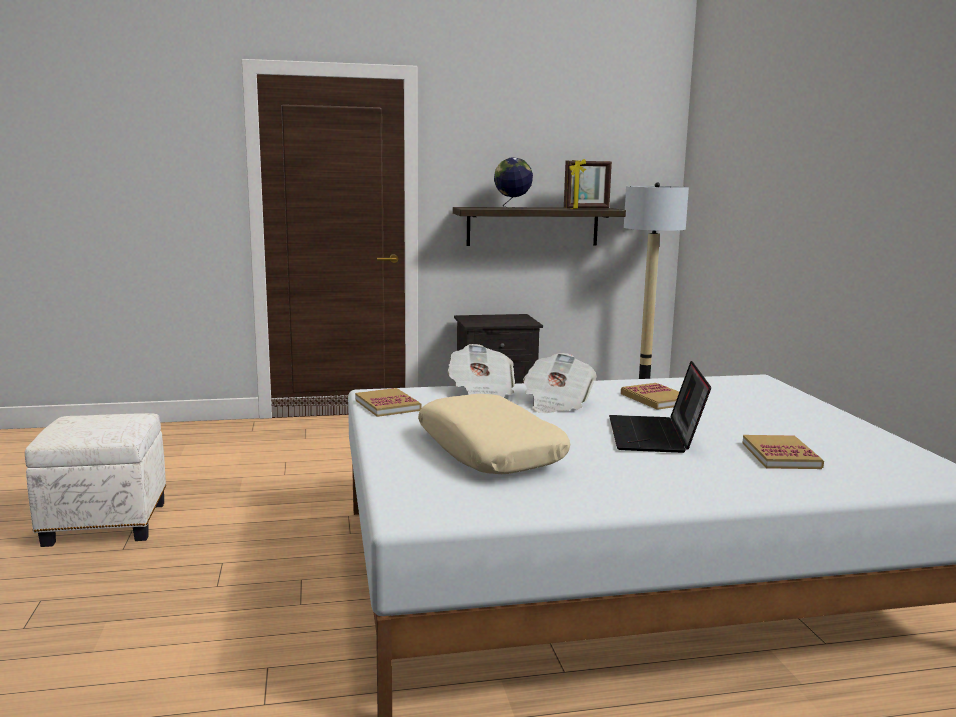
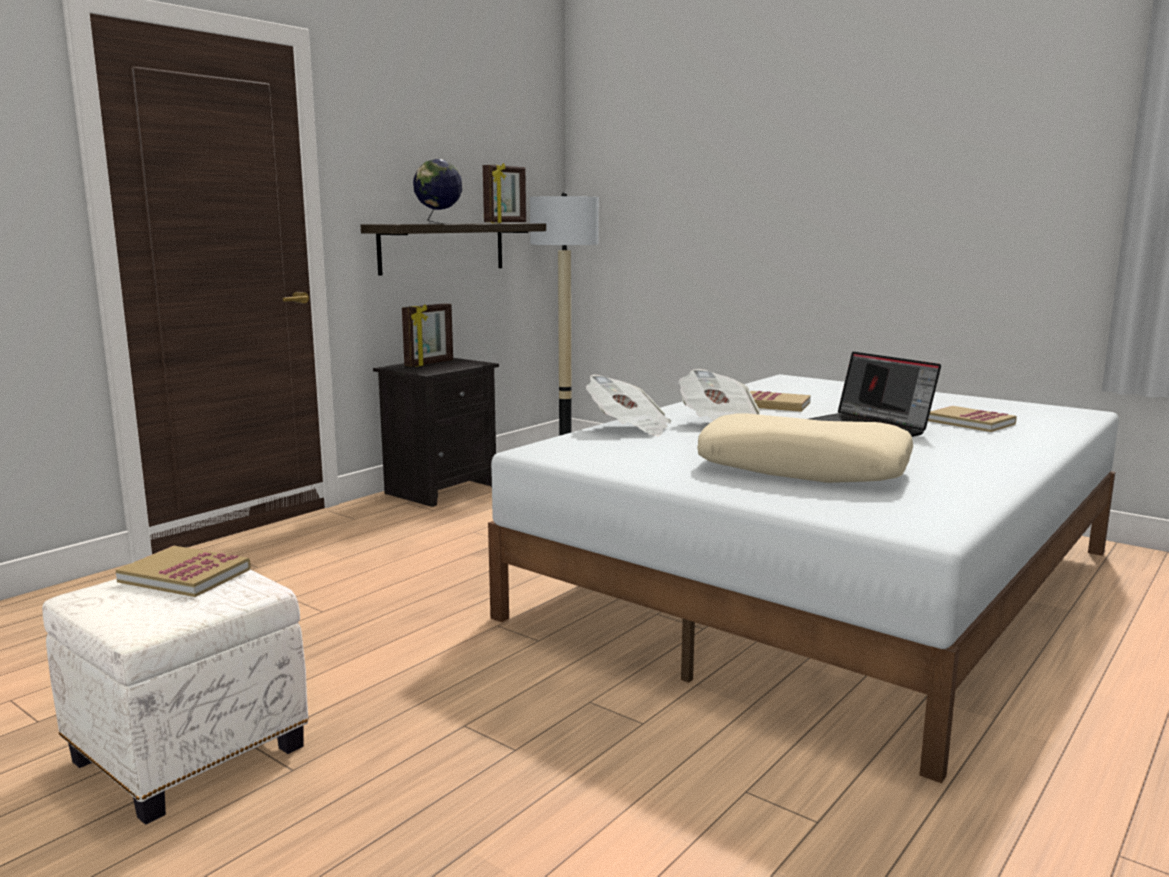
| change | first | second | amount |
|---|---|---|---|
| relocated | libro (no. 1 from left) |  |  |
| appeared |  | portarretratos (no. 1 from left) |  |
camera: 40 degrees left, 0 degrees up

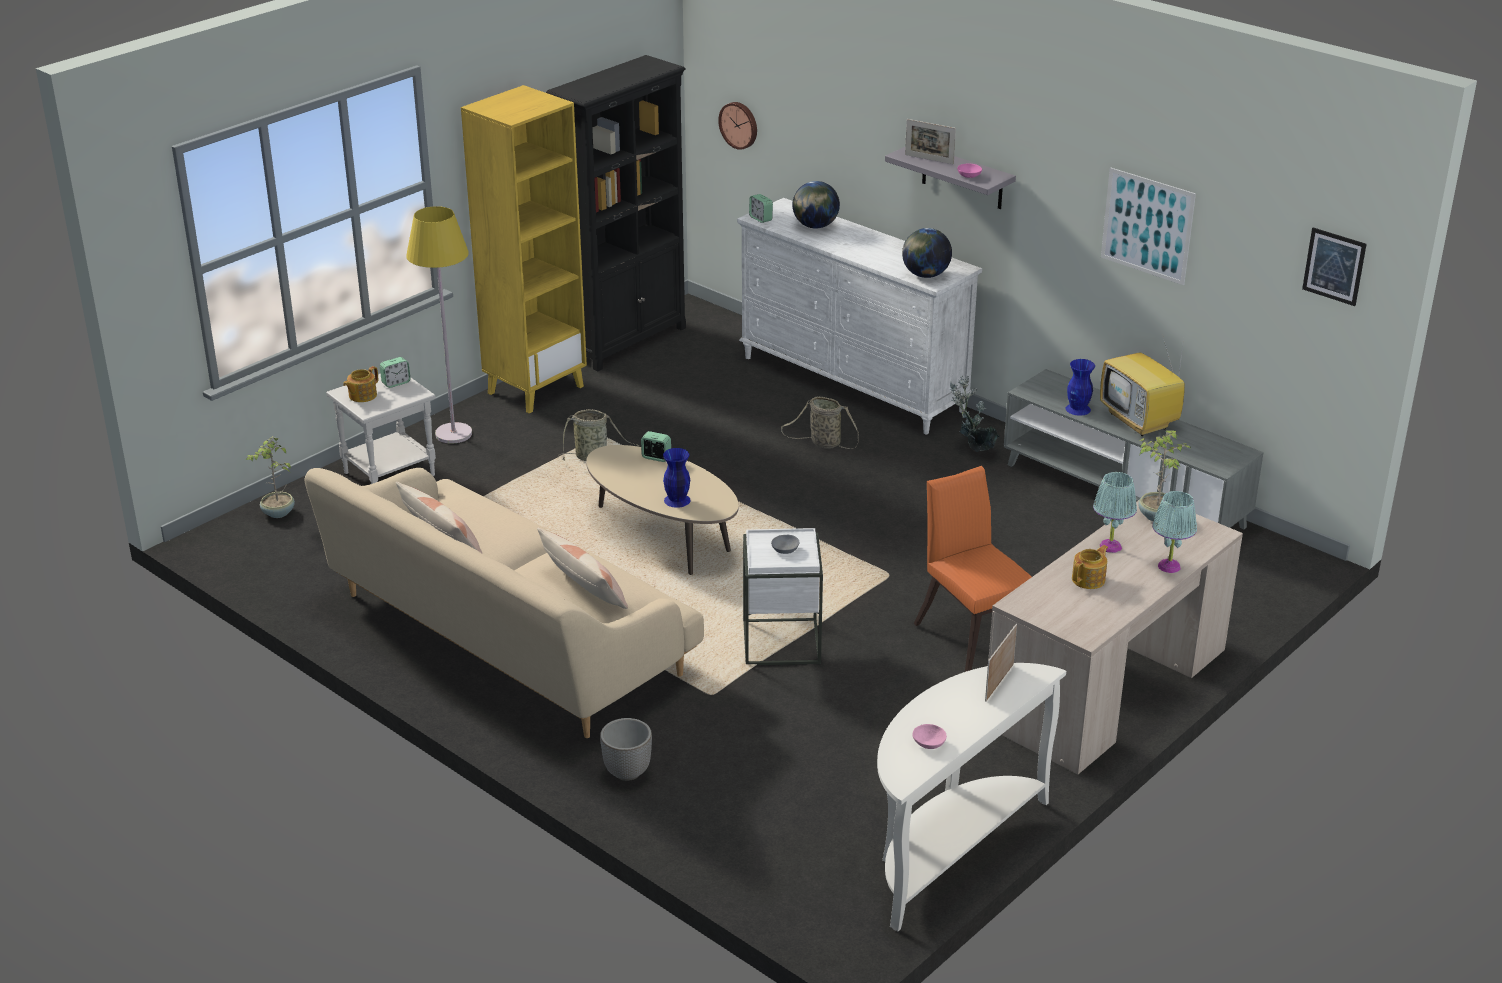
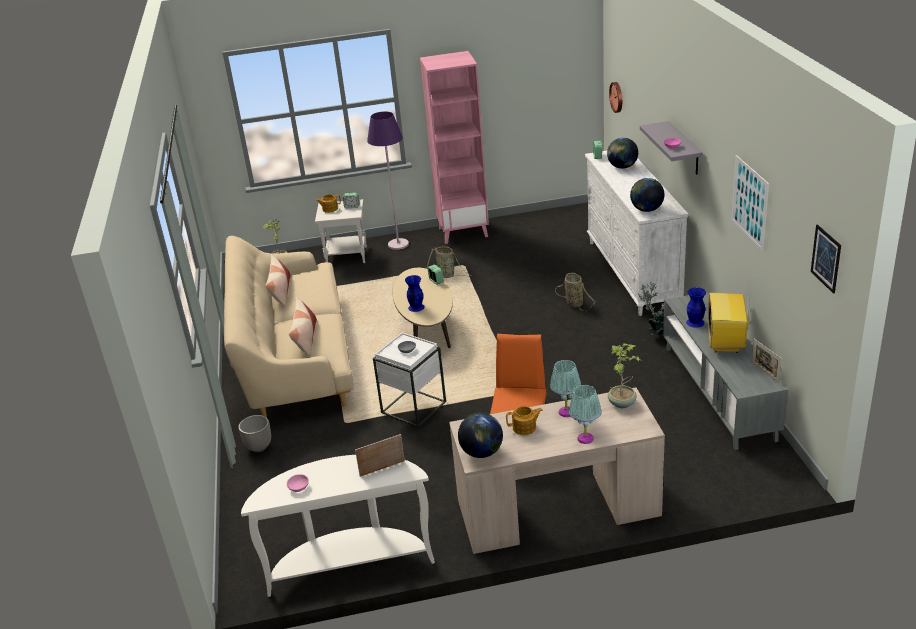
| change | first | second | amount |
|---|---|---|---|
| missing | estantería [negro] |  |  |
| colour | estantería [amarillo] | estantería [rosa] |  |
| relocated | portarretratos (no. 1 from left in the first image) | portarretratos (no. 2 from left) |  |
| colour | lámpara de pie [amarillo] | lámpara de pie [morado] |  |
| appeared |  | globo terráqueo (no. 1 from left) |  |
camera: 40 degrees right, 0 degrees up

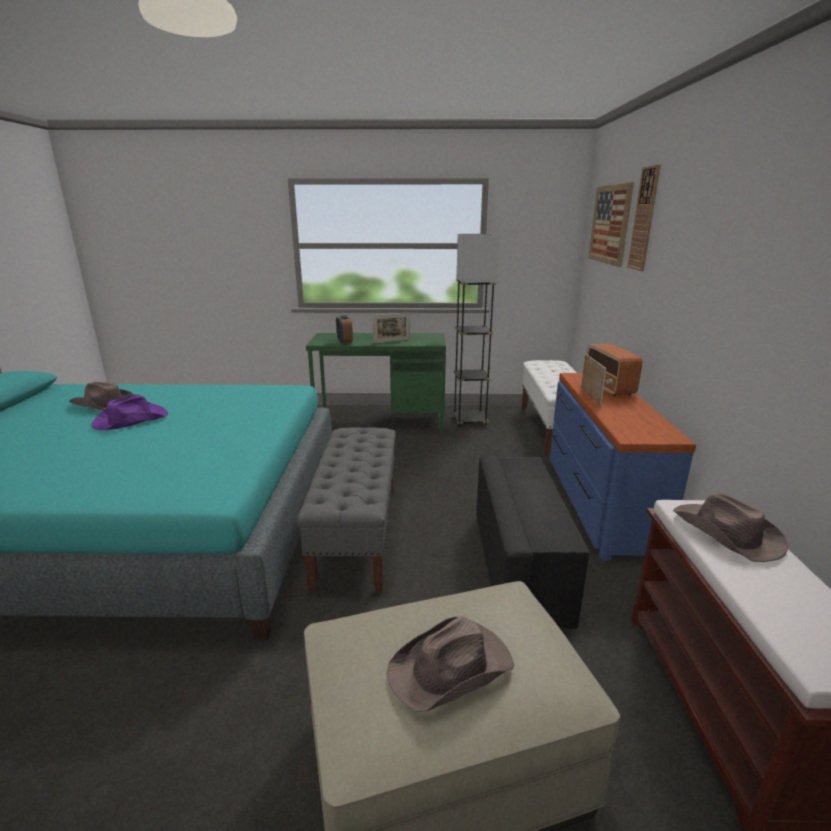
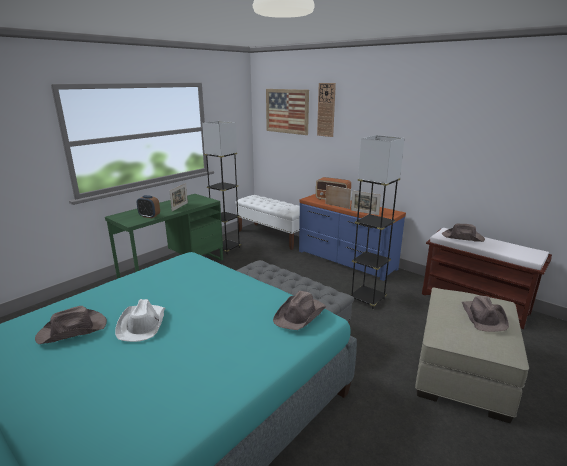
| change | first | second | amount |
|---|---|---|---|
| colour | sombrero [morado] | sombrero [blanco] |  |
| exchanged | puf [negro] | lámpara de pie [gris] (no. 2 from left) |  |
| appeared |  | portarretratos (no. 3 from left) |  |
| appeared |  | sombrero [marrón] (no. 2 from left) |  |
camera: 50 degrees left, 0 degrees up

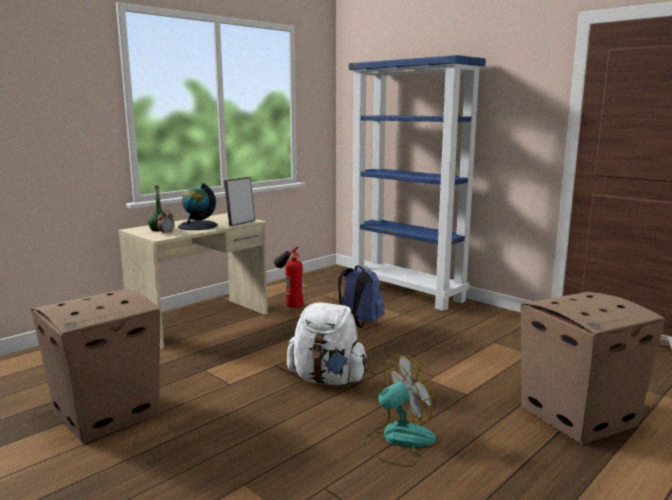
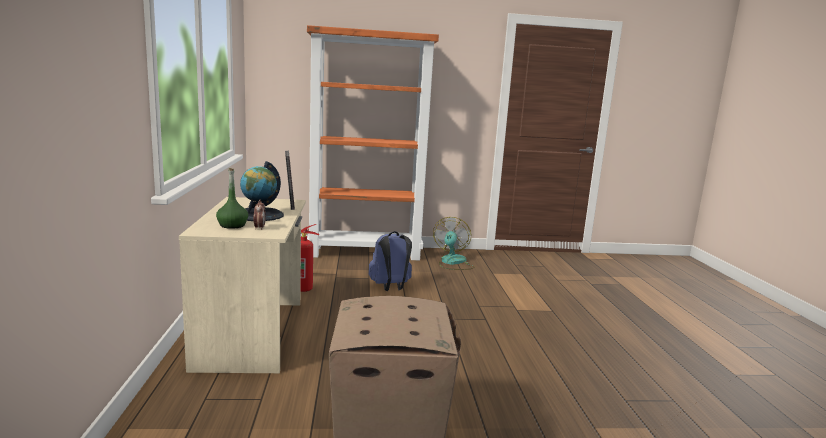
| change | first | second | amount |
|---|---|---|---|
| colour | estantería [azul] | estantería [naranja] |  |
| missing | caja de cartón (no. 2 from left) |  |  |
| missing | mochila [blanco] |  |  |
| relocated | ventilador |  |  |
camera: 50 degrees left, 0 degrees up

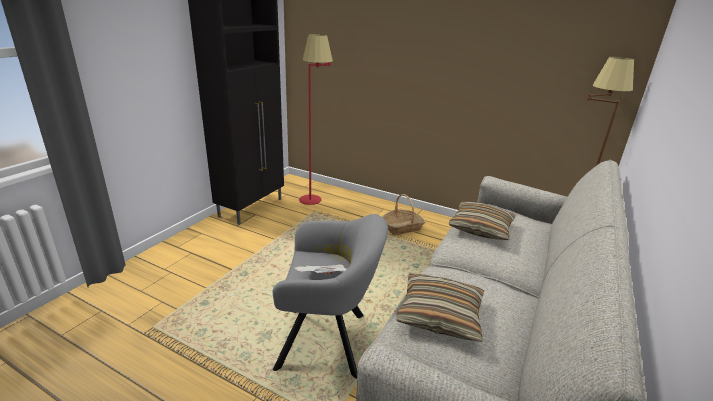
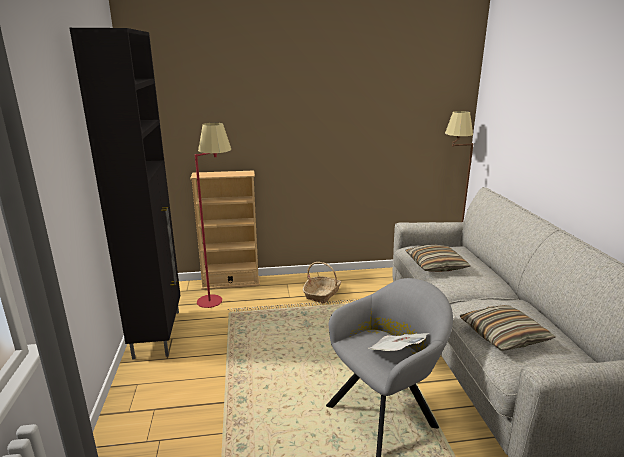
| change | first | second | amount |
|---|---|---|---|
| appeared |  | estantería [beis] |  |
camera: 35 degrees left, 5 degrees down

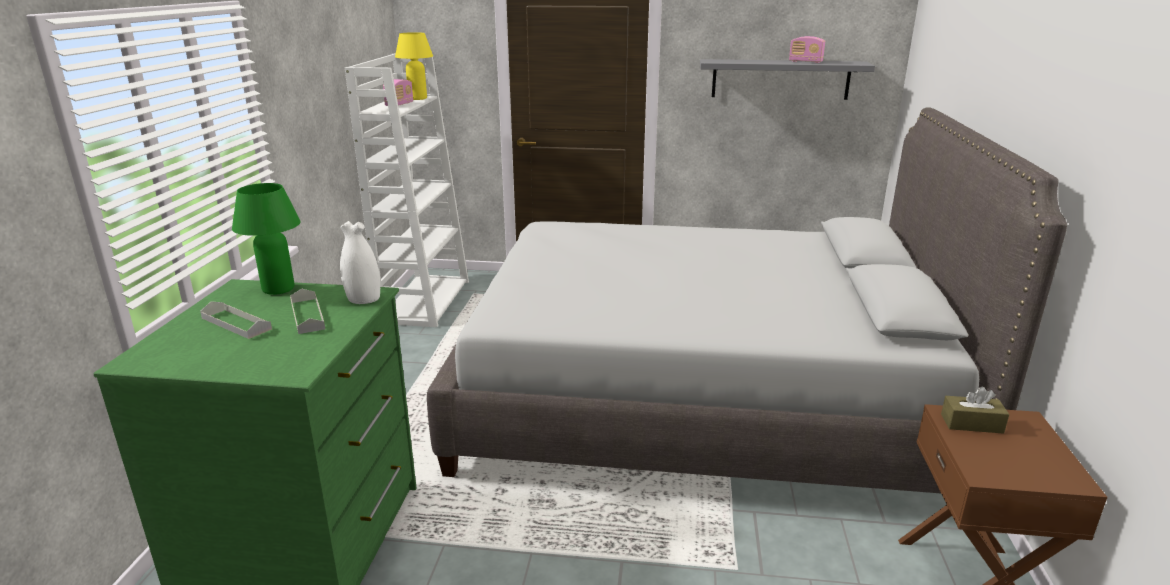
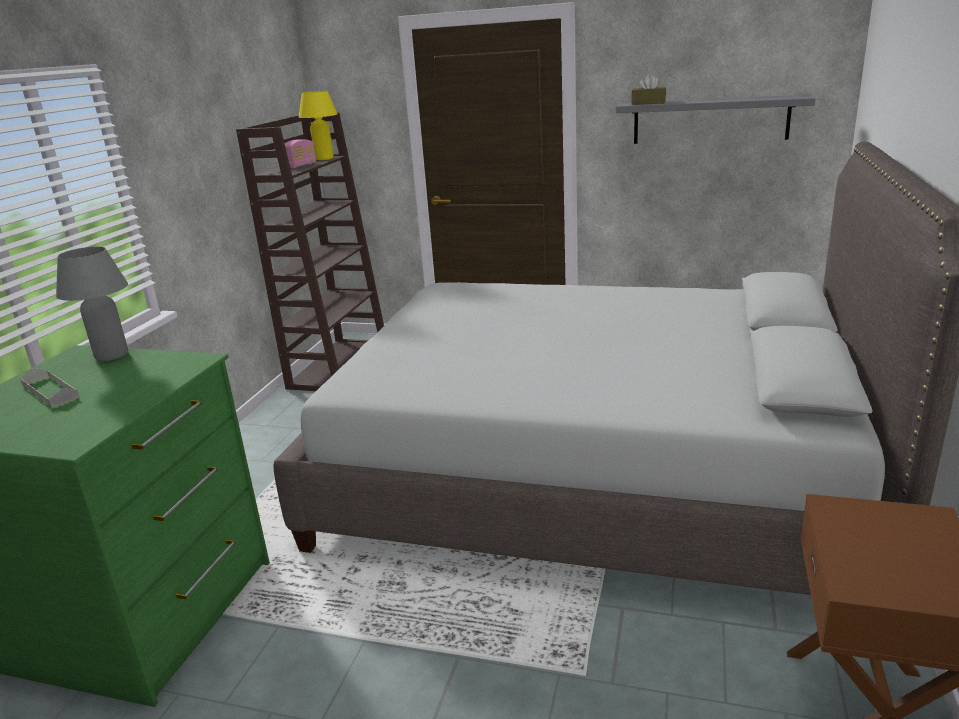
| change | first | second | amount |
|---|---|---|---|
| missing | radio (no. 2 from left) |  |  |
| colour | estantería [blanco] | estantería [marrón] |  |
| colour | lámpara de mesa [verde] | lámpara de mesa [gris] |  |
| missing | florero [blanco] |  |  |
| missing | bandeja [gris] (no. 2 from left) |  |  |
| relocated | caja de pañuelos [marrón] |  |  |
camera: 10 degrees right, 0 degrees up

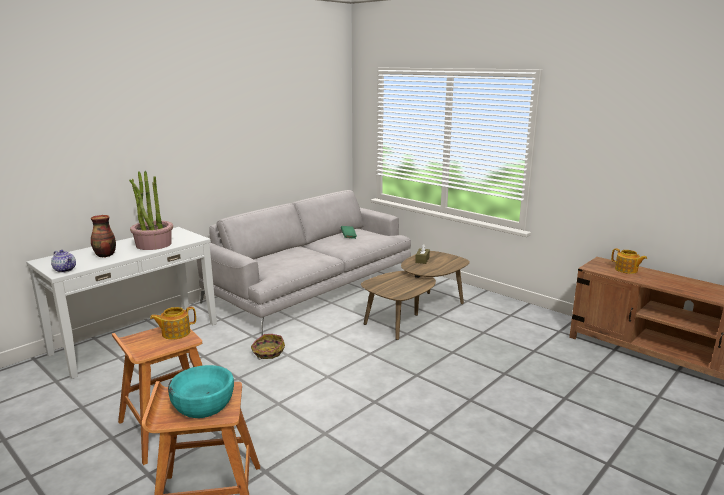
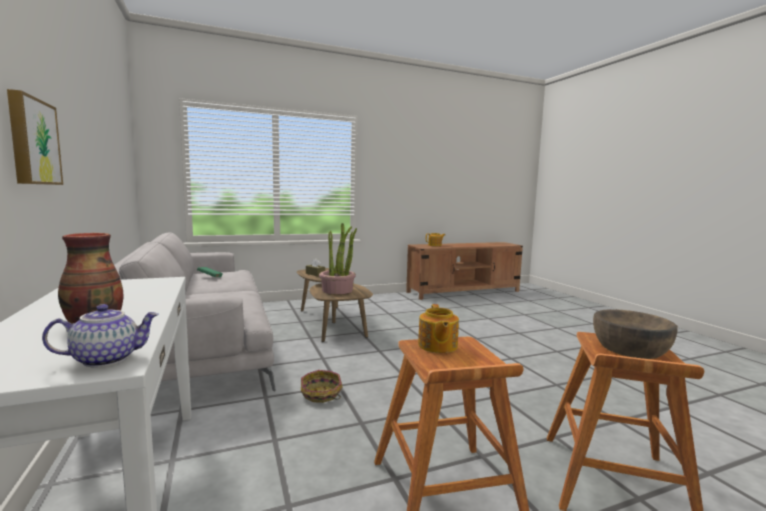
| change | first | second | amount |
|---|---|---|---|
| relocated | planta en maceta |  |  |
| colour | cuenco [turquesa] | cuenco [marrón] |  |
| appeared |  | cuadro |  |
camera: 65 degrees left, 10 degrees down

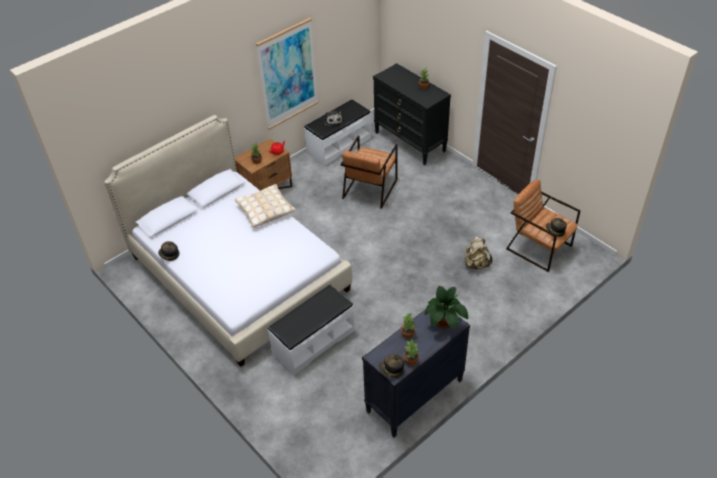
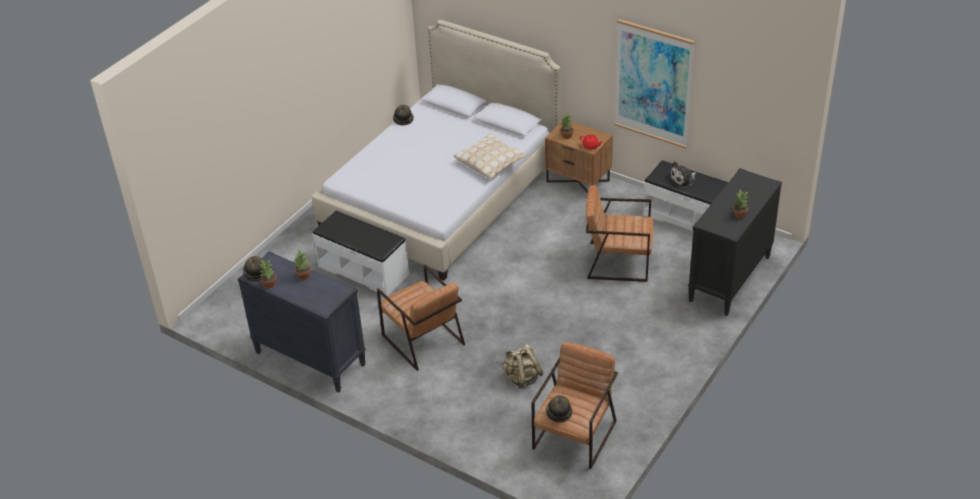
| change | first | second | amount |
|---|---|---|---|
| missing | planta en maceta (no. 5 from left) |  |  |
| appeared |  | sillón [marrón] (no. 1 from left) |  |
camera: 75 degrees right, 5 degrees down

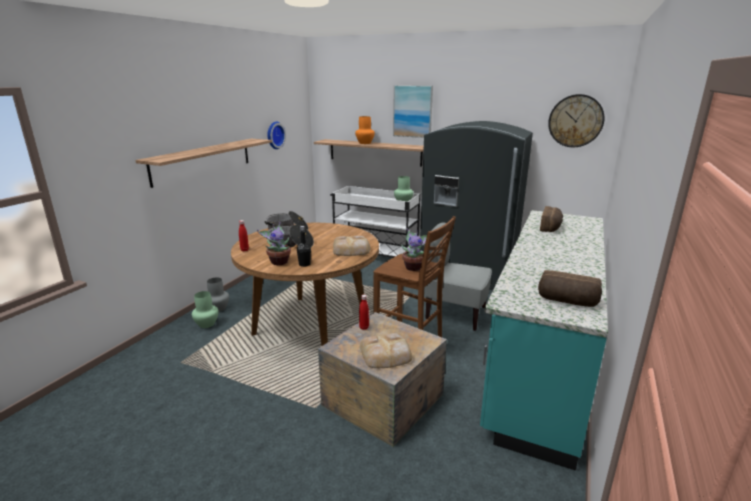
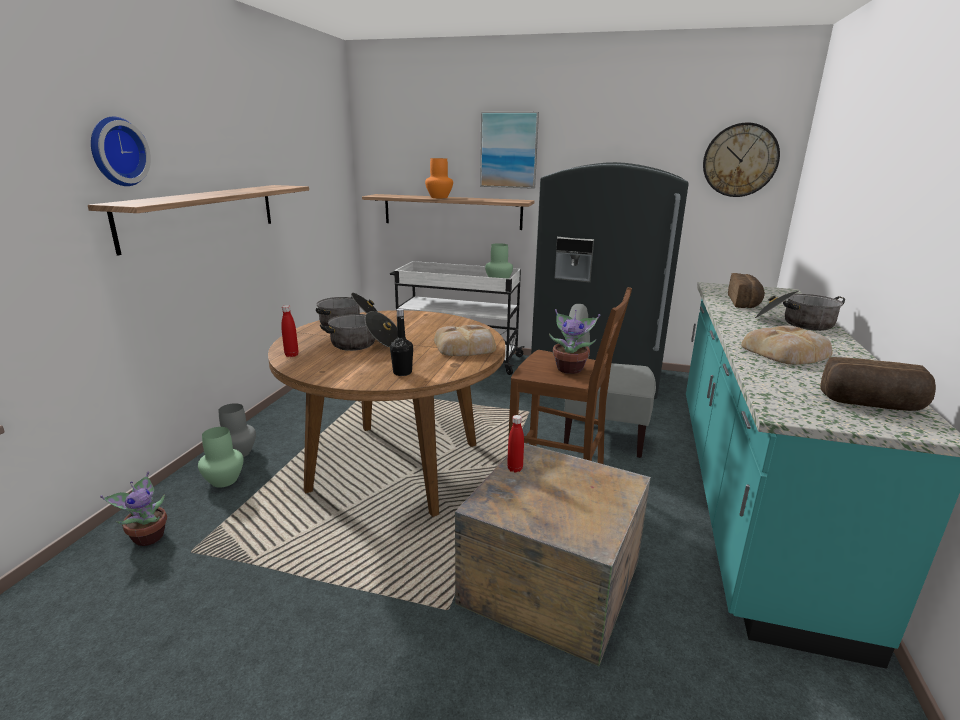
| change | first | second | amount |
|---|---|---|---|
| relocated | reloj de pared (no. 1 from left) |  |  |
| relocated | planta en maceta (no. 1 from left) |  |  |
| relocated | pan (no. 2 from left in the first image) | pan (no. 3 from left) |  |
| appeared |  | olla (no. 3 from left) |  |
camera: 10 degrees left, 0 degrees up

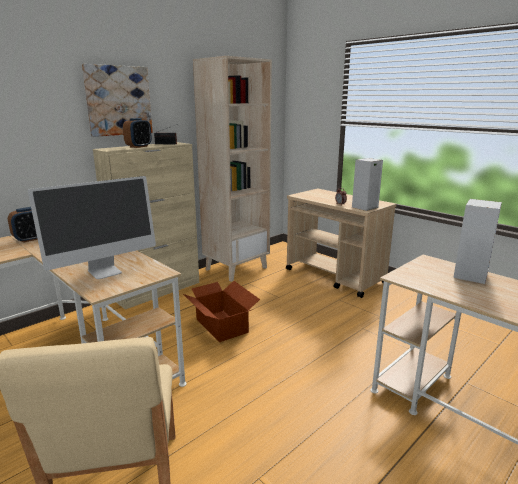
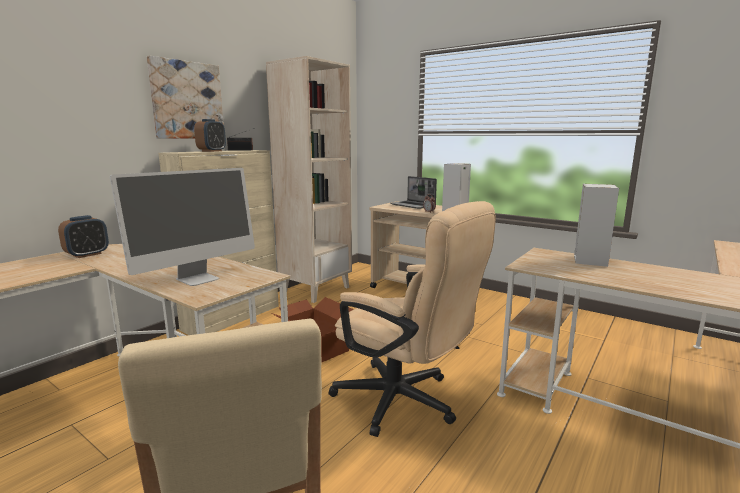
| change | first | second | amount |
|---|---|---|---|
| appeared |  | portátil |  |
| appeared |  | silla de oficina [beis] |  |
camera: 10 degrees left, 5 degrees down

